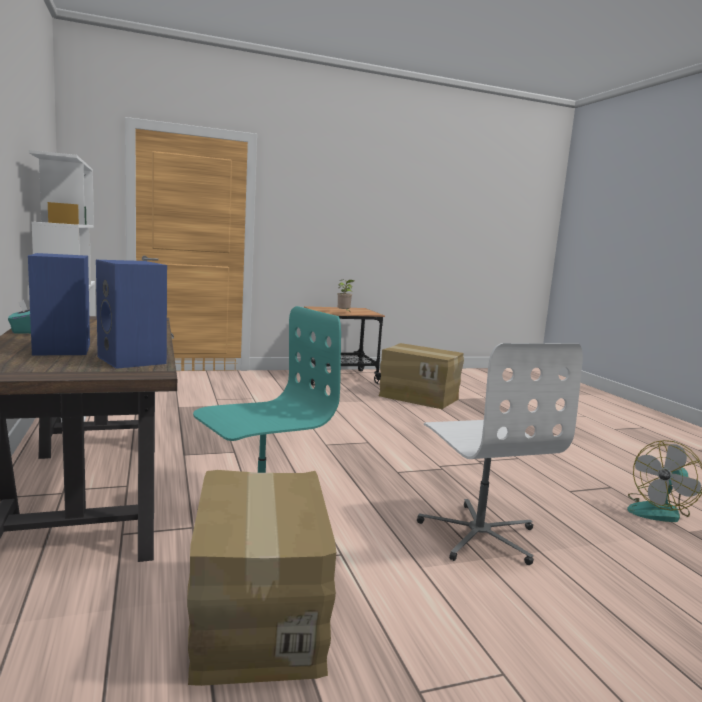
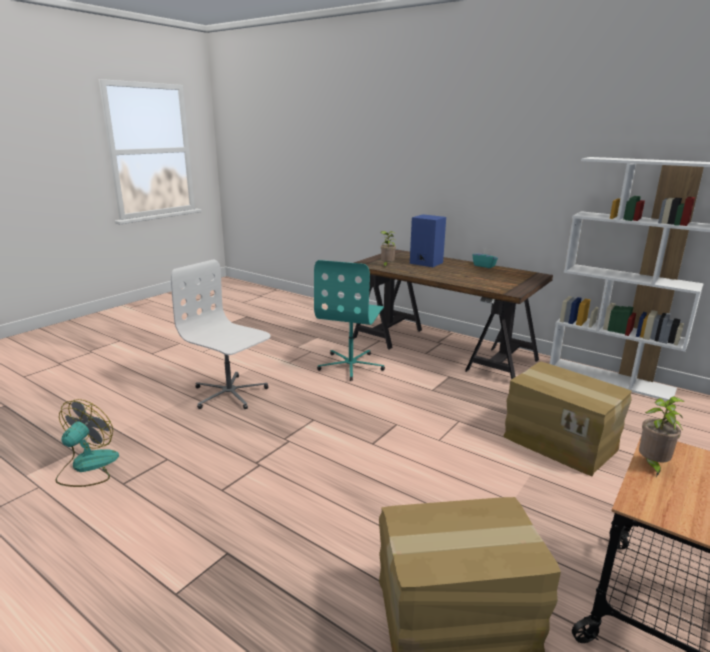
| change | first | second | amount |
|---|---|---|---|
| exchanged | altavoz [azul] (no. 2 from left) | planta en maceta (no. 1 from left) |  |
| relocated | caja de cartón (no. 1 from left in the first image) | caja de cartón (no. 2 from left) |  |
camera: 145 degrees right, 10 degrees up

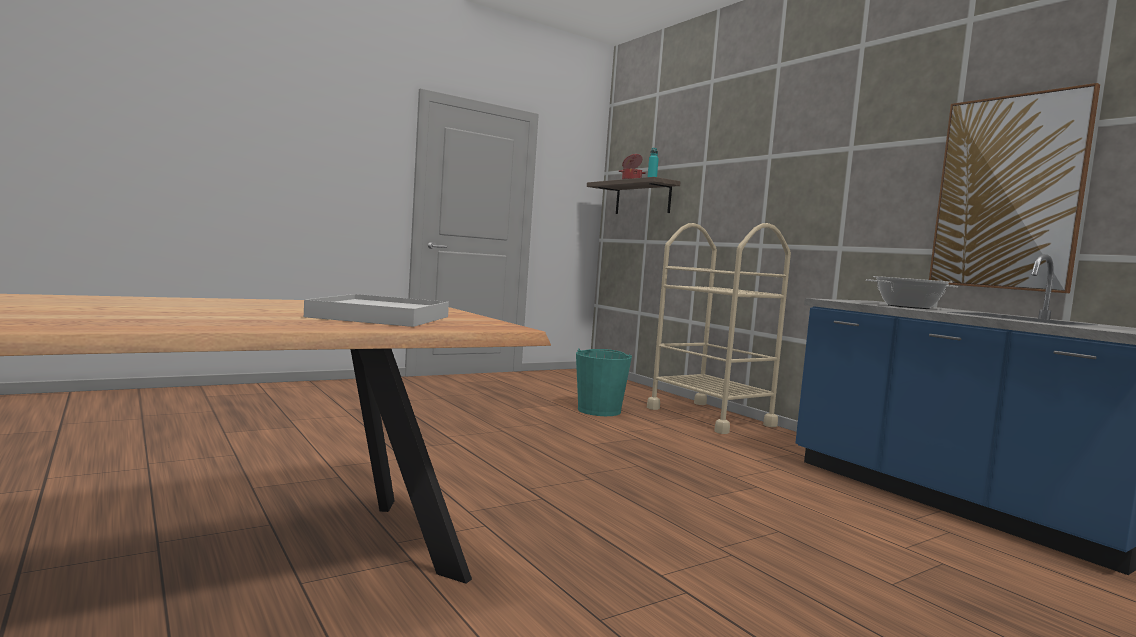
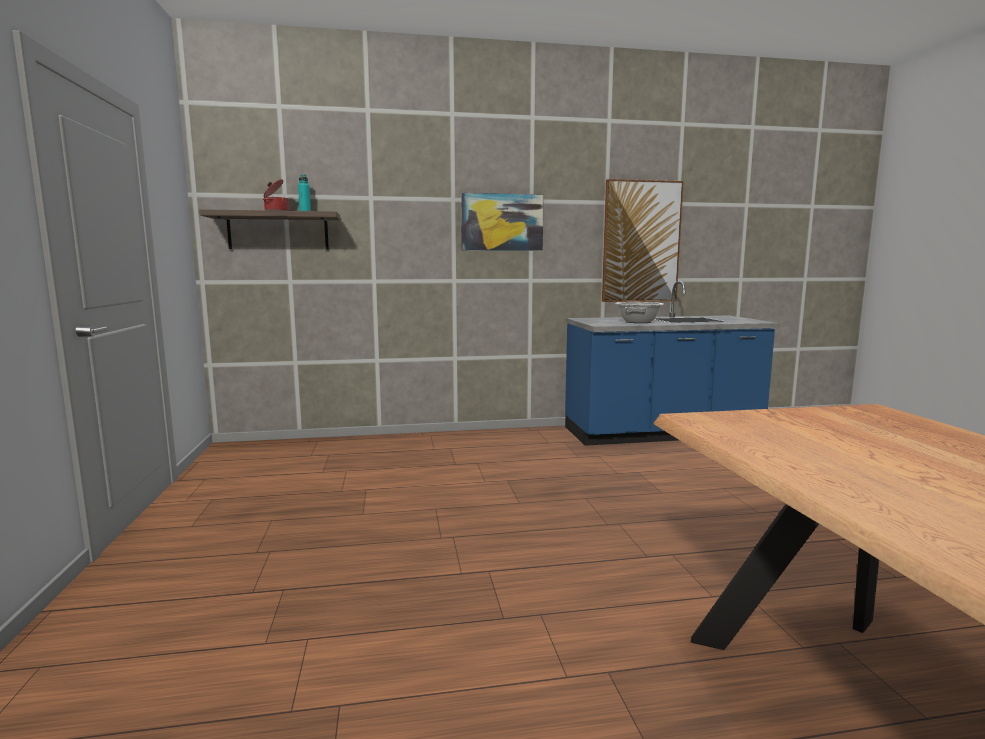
| change | first | second | amount |
|---|---|---|---|
| missing | carrito [beis] |  |  |
| missing | bandeja [blanco] |  |  |
| missing | cubo [turquesa] |  |  |
| appeared |  | cuadro (no. 1 from left) |  |
camera: 65 degrees left, 5 degrees up

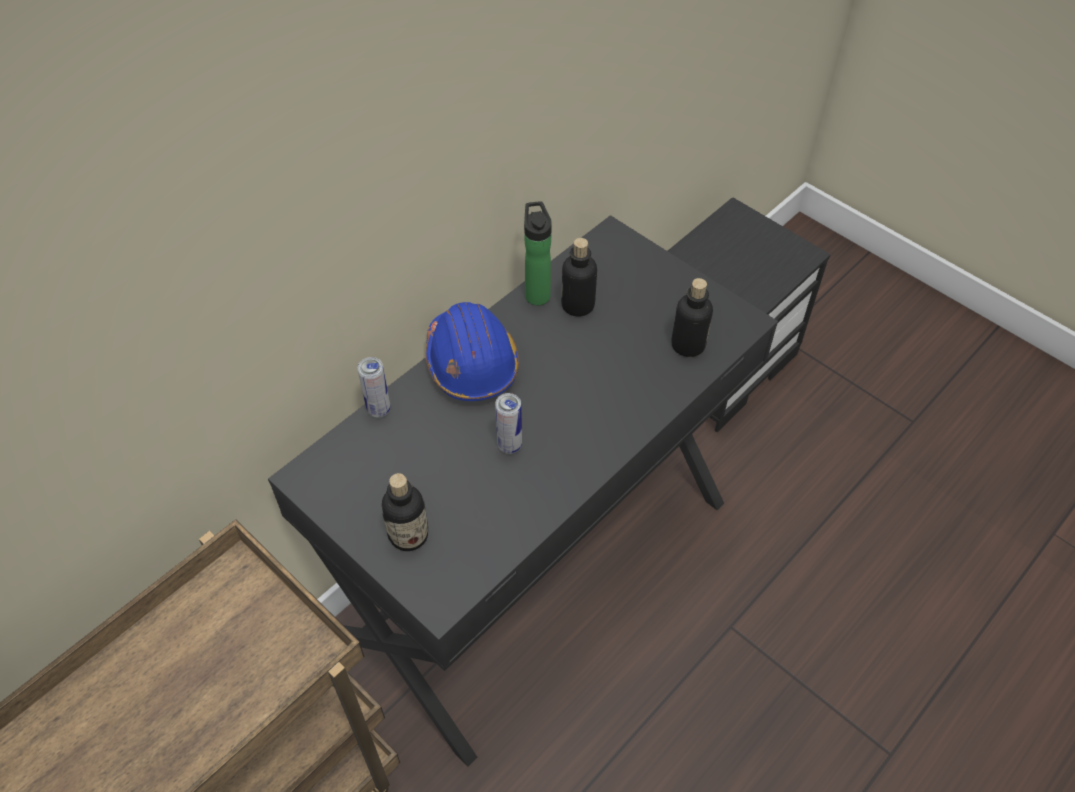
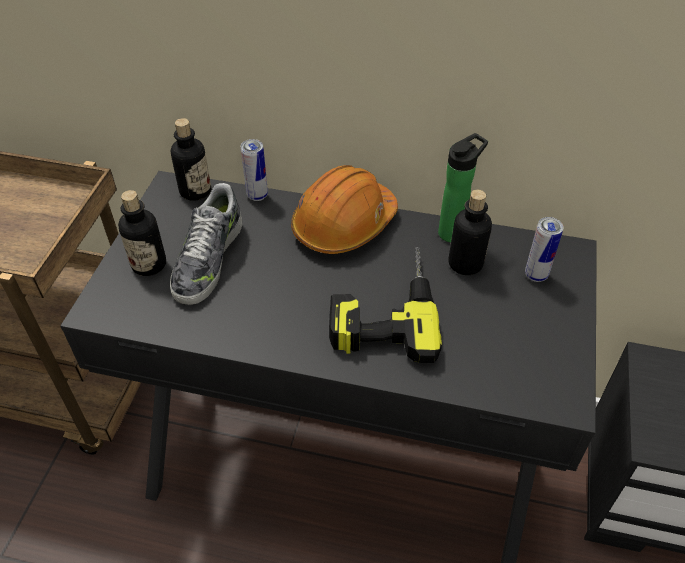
| change | first | second | amount |
|---|---|---|---|
| relocated | botella (no. 4 from left in the first image) | botella (no. 2 from left) |  |
| colour | casco [azul] | casco [naranja] |  |
| relocated | lata (no. 2 from left) |  |  |
| appeared |  | zapato |  |
| appeared |  | taladro |  |
camera: 60 degrees right, 5 degrees down

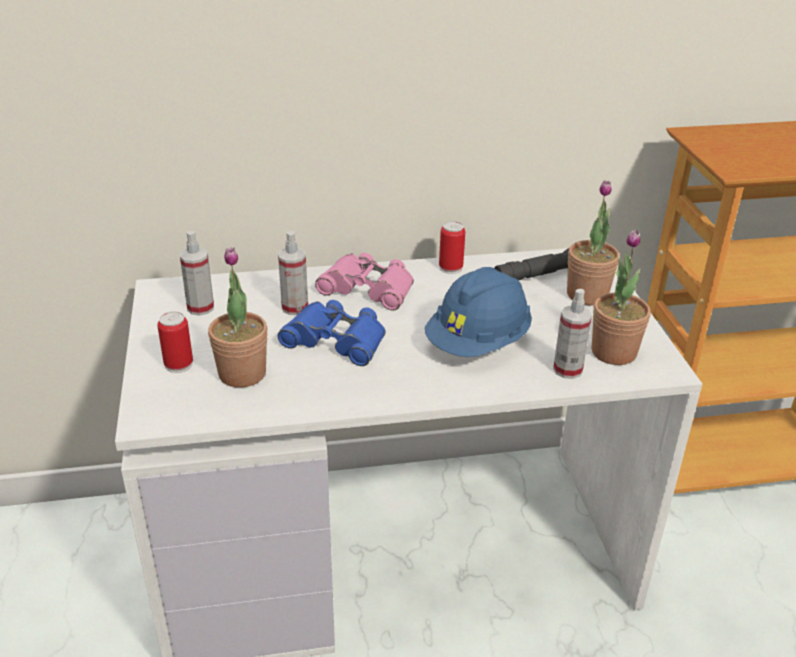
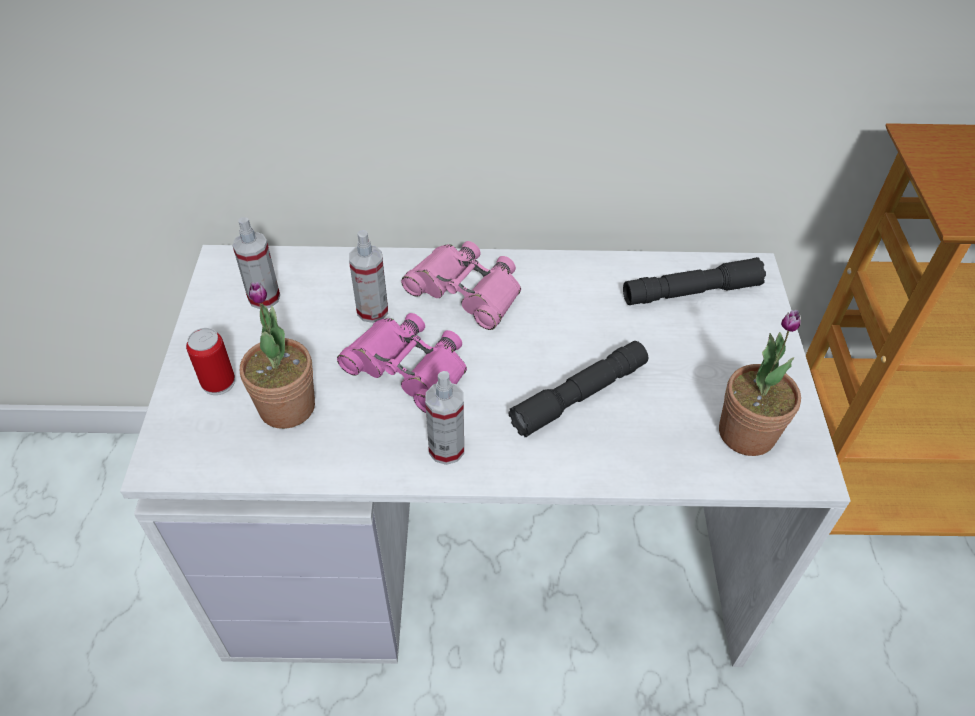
| change | first | second | amount |
|---|---|---|---|
| missing | planta en maceta (no. 2 from left) |  |  |
| missing | lata (no. 2 from left) |  |  |
| exchanged | casco [azul] | linterna [gris] (no. 1 from left) |  |
| relocated | pulverizador (no. 3 from left) |  |  |
| colour | prismáticos [azul] | prismáticos [rosa] (no. 1 from left) |  |
camera: 10 degrees right, 15 degrees up

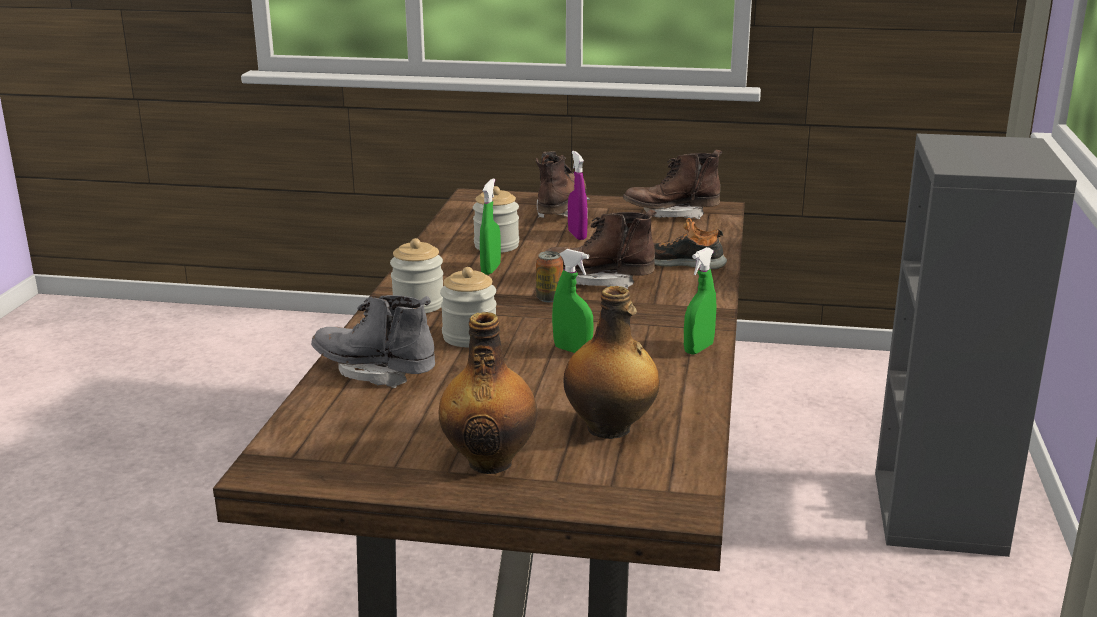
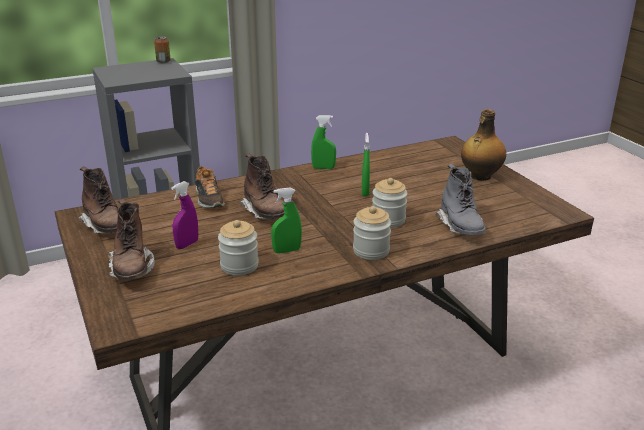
| change | first | second | amount |
|---|---|---|---|
| spun | bota [marrón] (no. 1 from left in the first image) | bota [marrón] (no. 2 from left) | 90 degrees counterclockwise |
| relocated | lata |  |  |
| missing | botella (no. 2 from left) |  |  |
camera: 125 degrees left, 5 degrees up

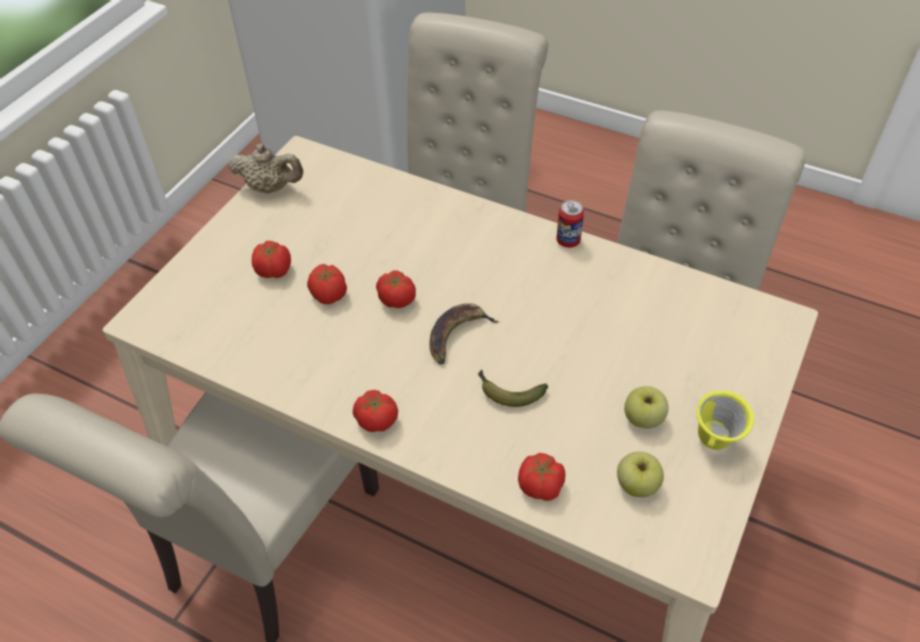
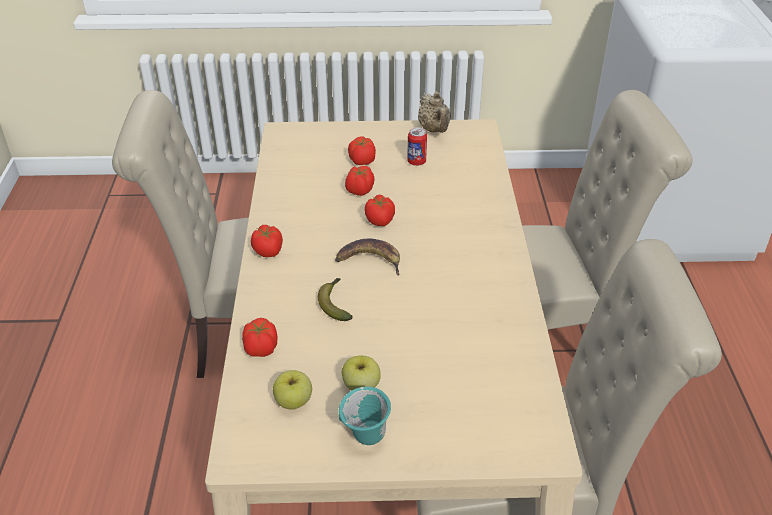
| change | first | second | amount |
|---|---|---|---|
| relocated | lata |  |  |
| colour | taza grande [amarillo] | taza grande [turquesa] |  |
camera: 60 degrees right, 10 degrees down

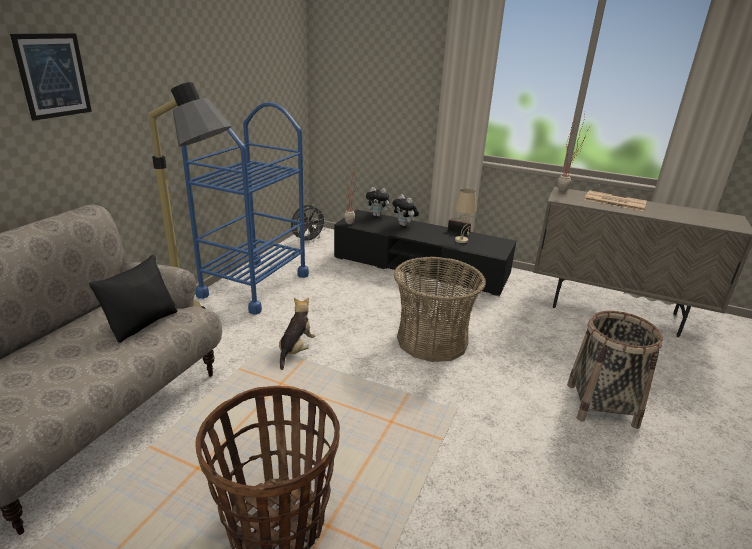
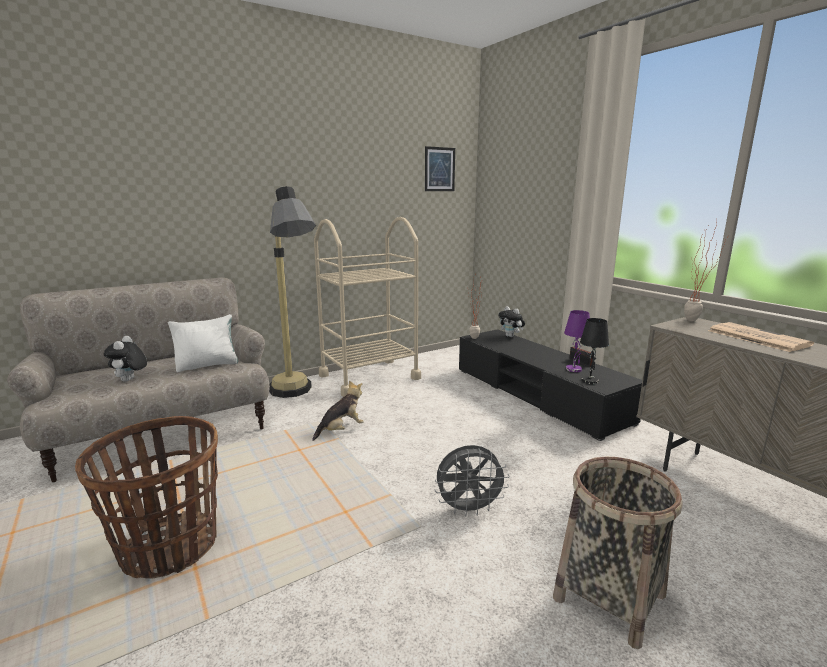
| change | first | second | amount |
|---|---|---|---|
| relocated | cuadro |  |  |
| colour | carrito [azul] | carrito [beis] |  |
| colour | lámpara de mesa [beis] | lámpara de mesa [morado] |  |
| relocated | peluche (no. 3 from left in the first image) | peluche (no. 1 from left) |  |
| relocated | ventilador [gris] |  |  |
| colour | cojín [negro] | cojín [blanco] |  |
| missing | cesta (no. 2 from left) |  |  |
| appeared |  | lámpara de mesa [negro] |  |
camera: 35 degrees right, 10 degrees down

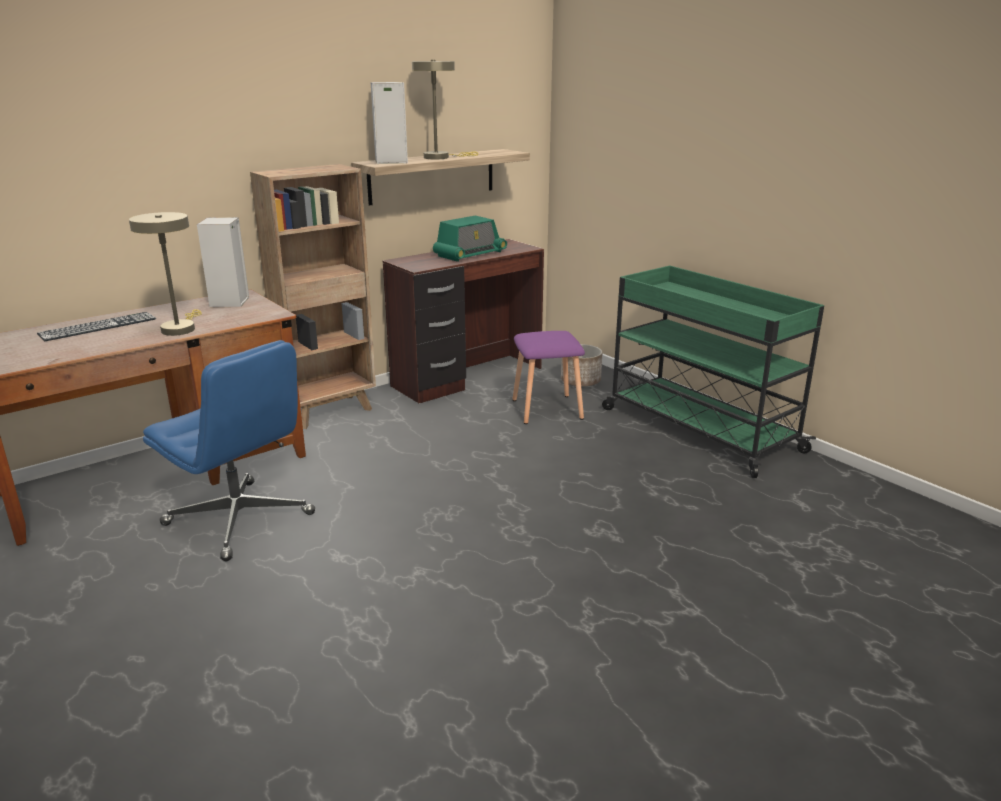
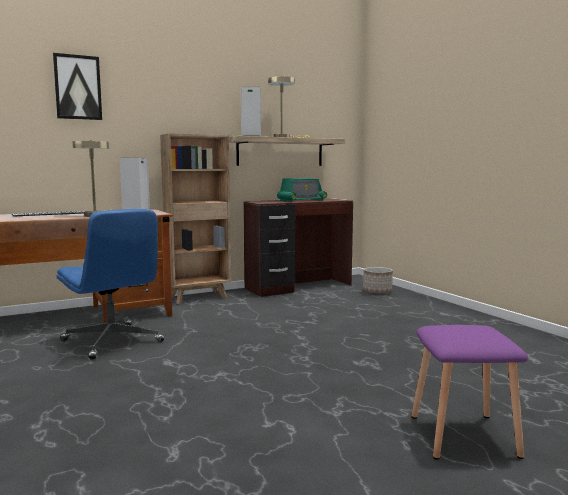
| change | first | second | amount |
|---|---|---|---|
| missing | carrito [verde] |  |  |
| relocated | taburete [morado] |  |  |
| appeared |  | cuadro |  |
camera: 10 degrees right, 15 degrees down

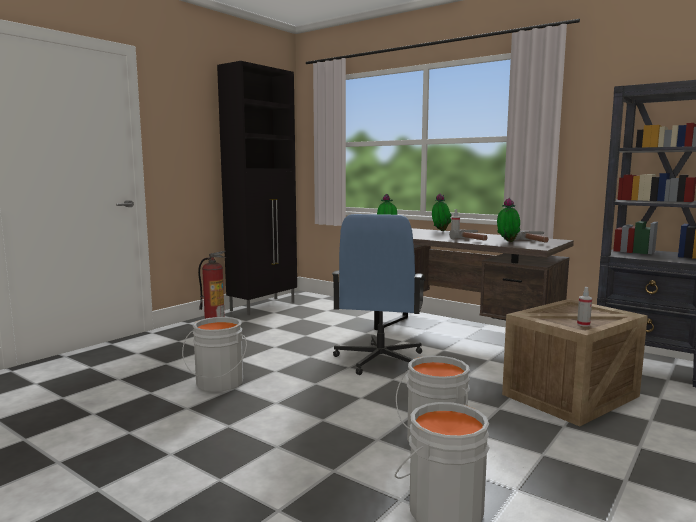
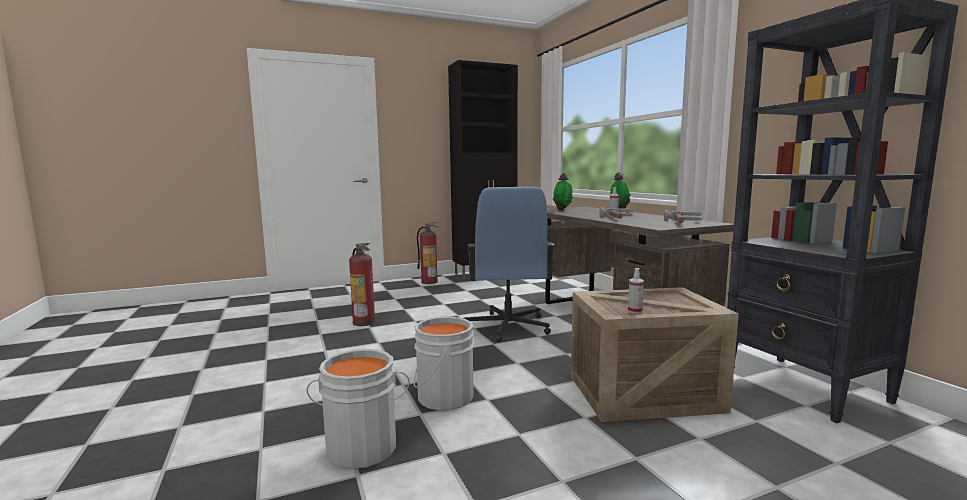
| change | first | second | amount |
|---|---|---|---|
| missing | planta en maceta (no. 3 from left) |  |  |
| spun | silla de oficina [azul] |  | 45 degrees counterclockwise |
| exchanged | cubo [gris] (no. 1 from left) | extintor (no. 1 from left) |  |
camera: 30 degrees right, 0 degrees up

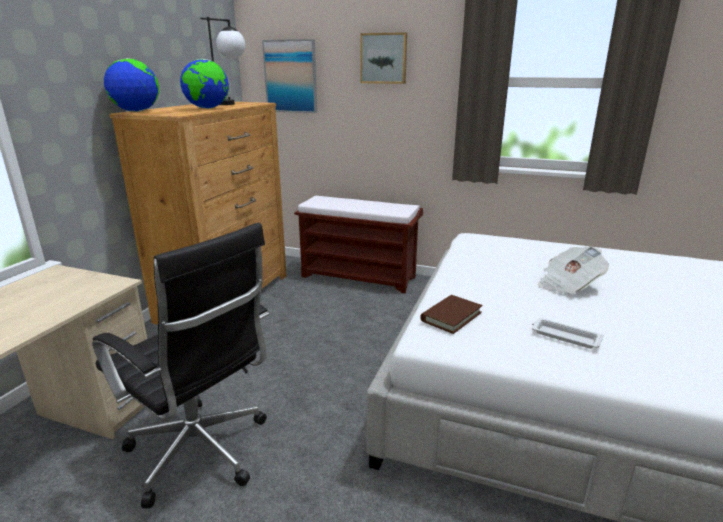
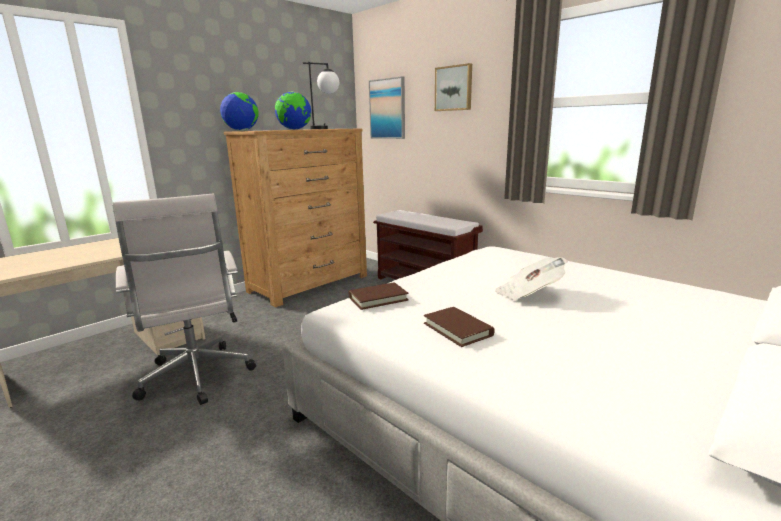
| change | first | second | amount |
|---|---|---|---|
| colour | silla de oficina [negro] | silla de oficina [blanco] |  |
| exchanged | bandeja [blanco] | libro [marrón] (no. 2 from left) |  |
camera: 25 degrees right, 5 degrees down

